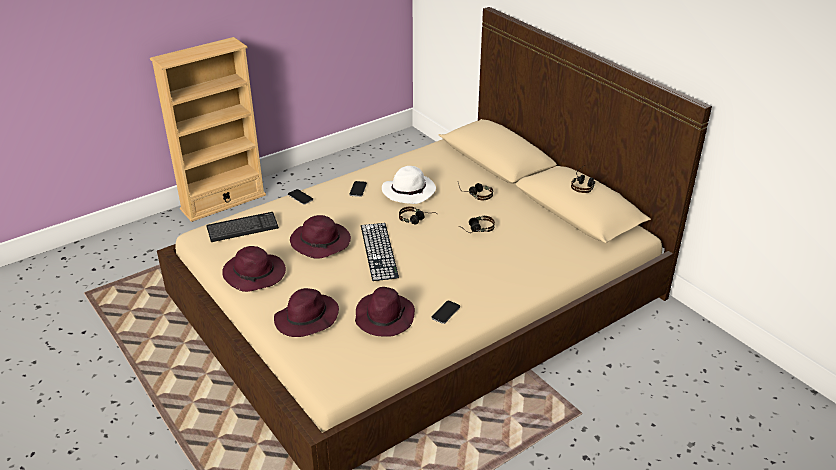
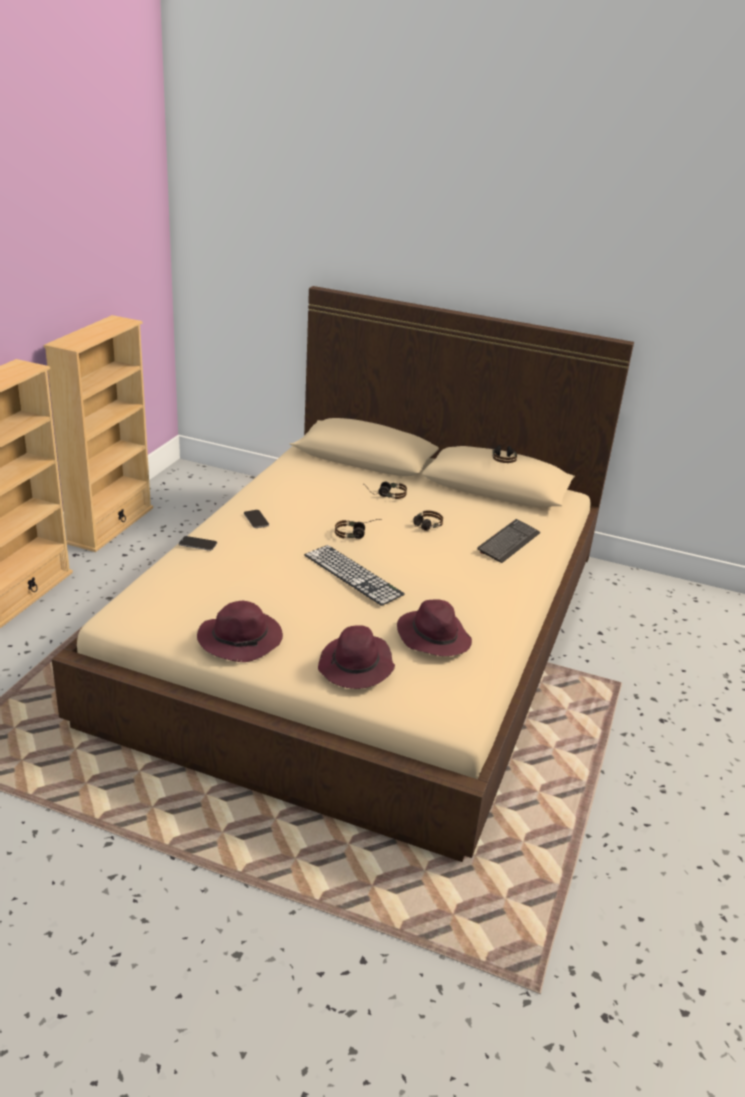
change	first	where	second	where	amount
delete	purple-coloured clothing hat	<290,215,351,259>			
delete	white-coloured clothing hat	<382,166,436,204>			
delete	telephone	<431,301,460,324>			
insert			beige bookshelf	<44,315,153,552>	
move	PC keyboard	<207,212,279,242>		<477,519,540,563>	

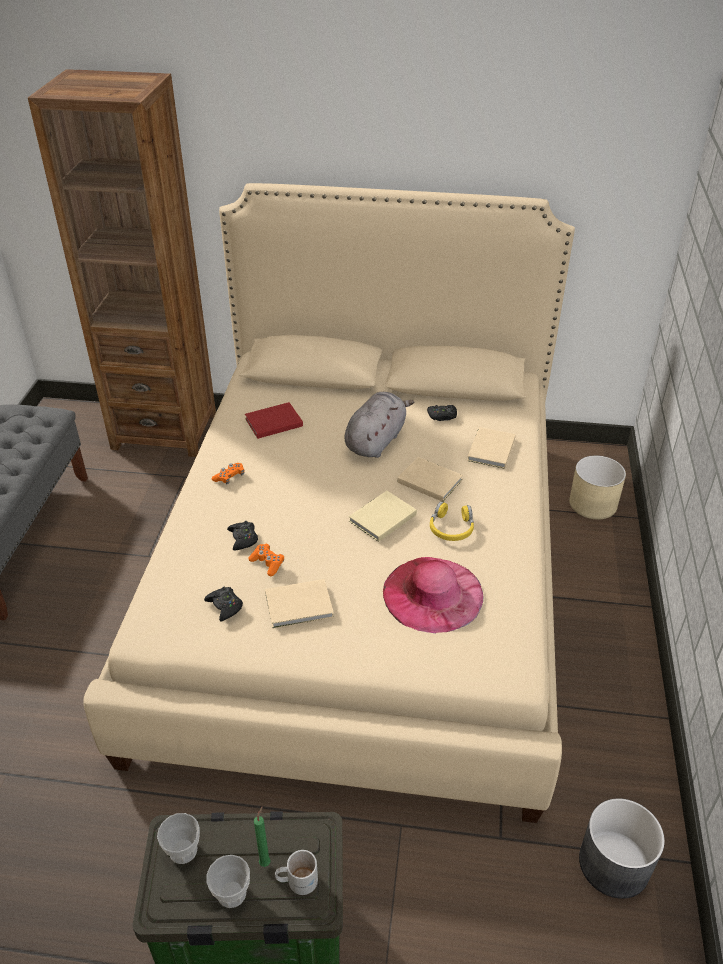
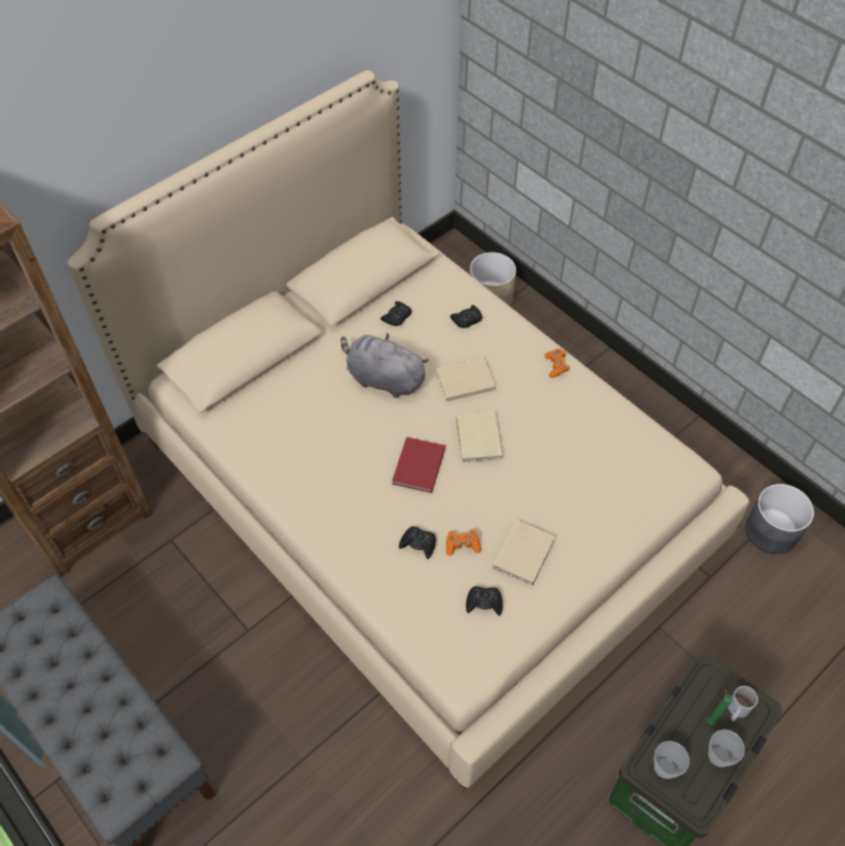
change	first	where	second	where	amount
delete	pink clothing hat	<383,557,483,633>			
delete	yellowish headphones	<430,501,474,541>			
move	orangey joypad	<212,463,244,484>		<545,349,569,378>	
move	reddish bound book	<245,402,303,439>		<392,437,445,493>	
replace	beige bound book	<467,427,516,469>	black-coloured joypad	<450,305,482,328>	
rotate	greyish cuddly toy	<344,392,414,458>		<341,332,429,398>	45 degrees counterclockwise

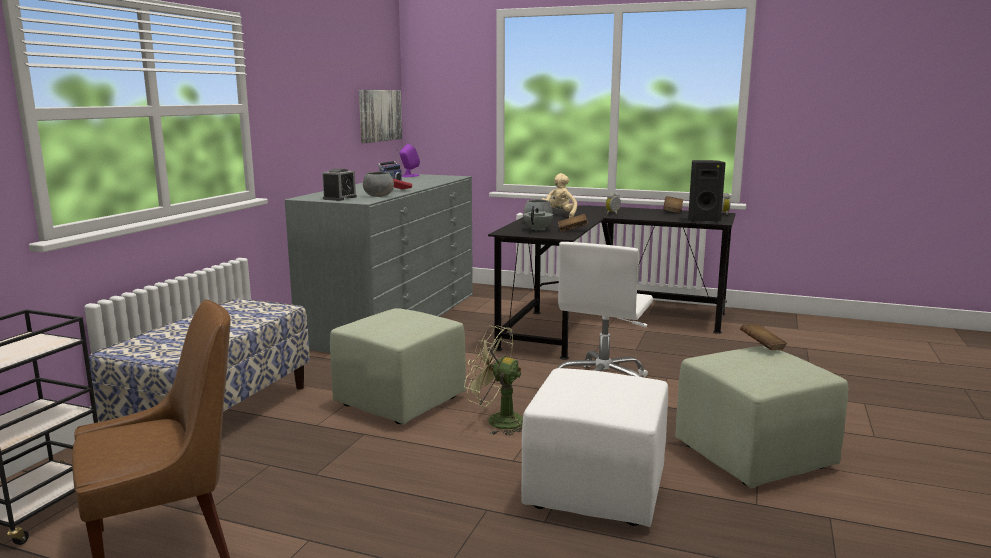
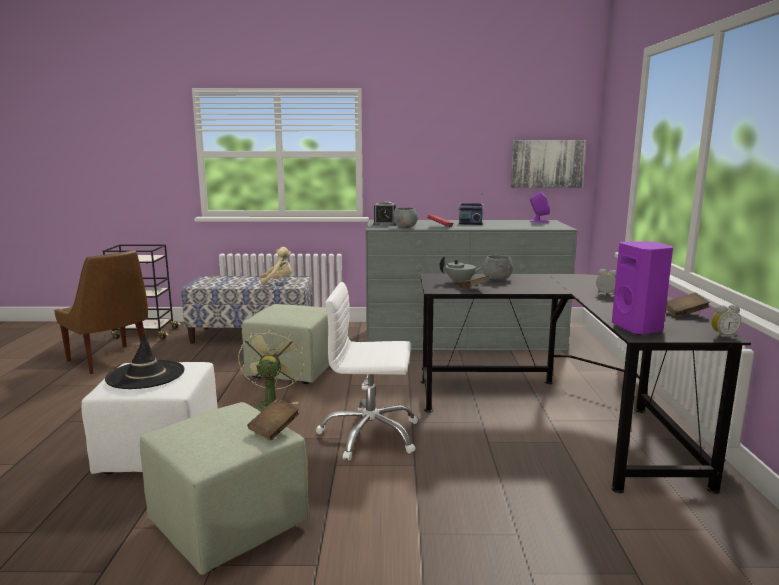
change	first	where	second	where	amount
insert			black-coloured clothing hat	<105,332,184,389>	
move	beige cuddly toy	<541,173,577,218>		<261,247,292,285>	
recolor	black-coloured audio speaker	<688,160,726,222>	purple-coloured audio speaker	<612,241,673,335>	

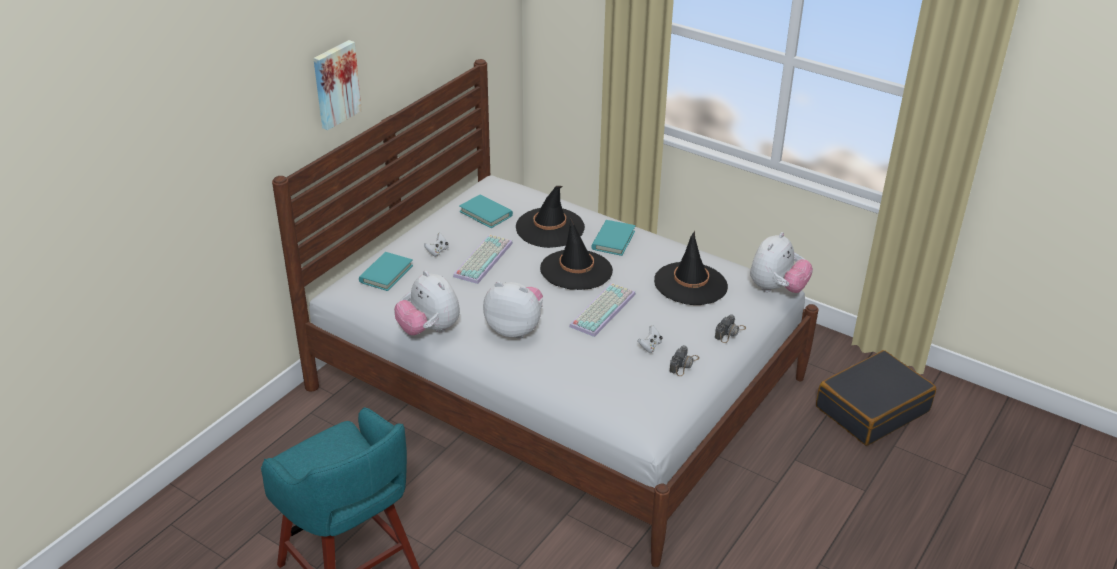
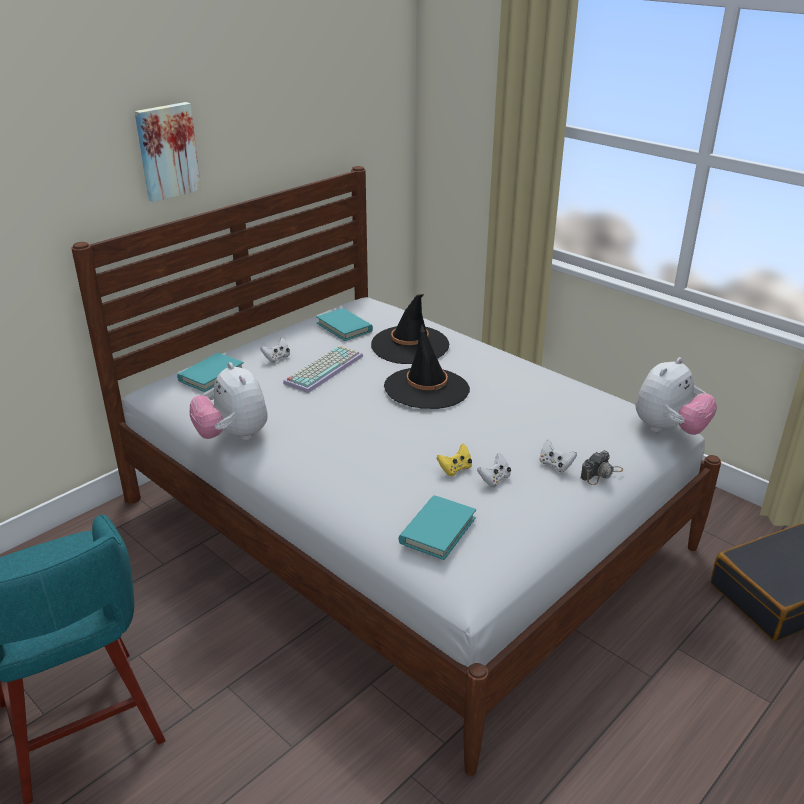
change	first	where	second	where	amount
delete	cuddly toy	<483,281,543,339>			
delete	PC keyboard	<569,283,636,337>			
delete	black-coloured clothing hat	<654,231,728,305>			
delete	photo camera	<670,345,699,376>			
insert			yellowish joypad	<437,444,472,476>	
insert			white-coloured joypad	<539,439,577,472>	
move	blue-green bound book	<591,220,636,256>		<399,495,476,560>	

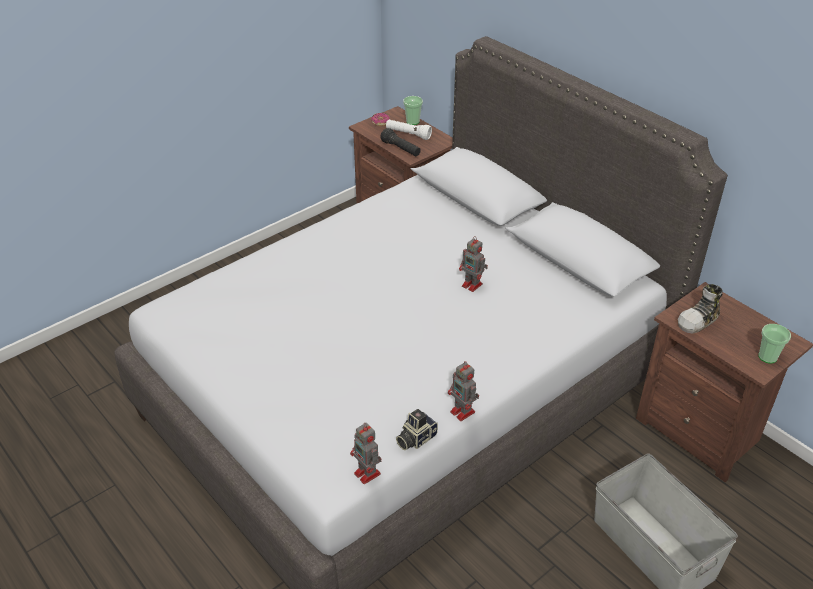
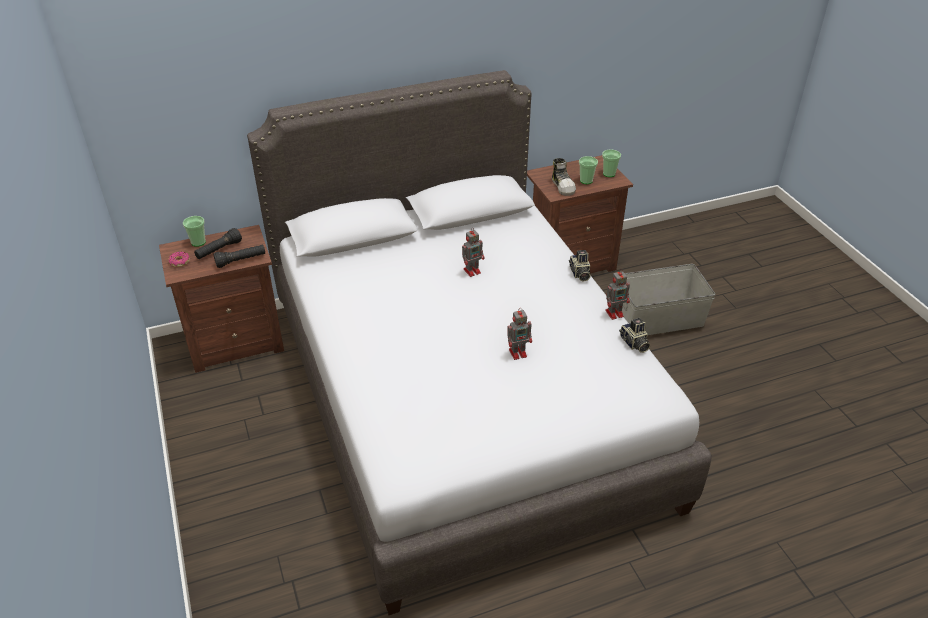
change	first	where	second	where	amount
insert			photo camera	<569,250,591,282>	
insert			drinking cup	<579,156,598,184>	
move	model robot	<350,423,381,484>		<507,308,532,360>	
recolor	white-coloured torch	<386,119,432,140>	black-coloured torch	<194,228,242,259>	

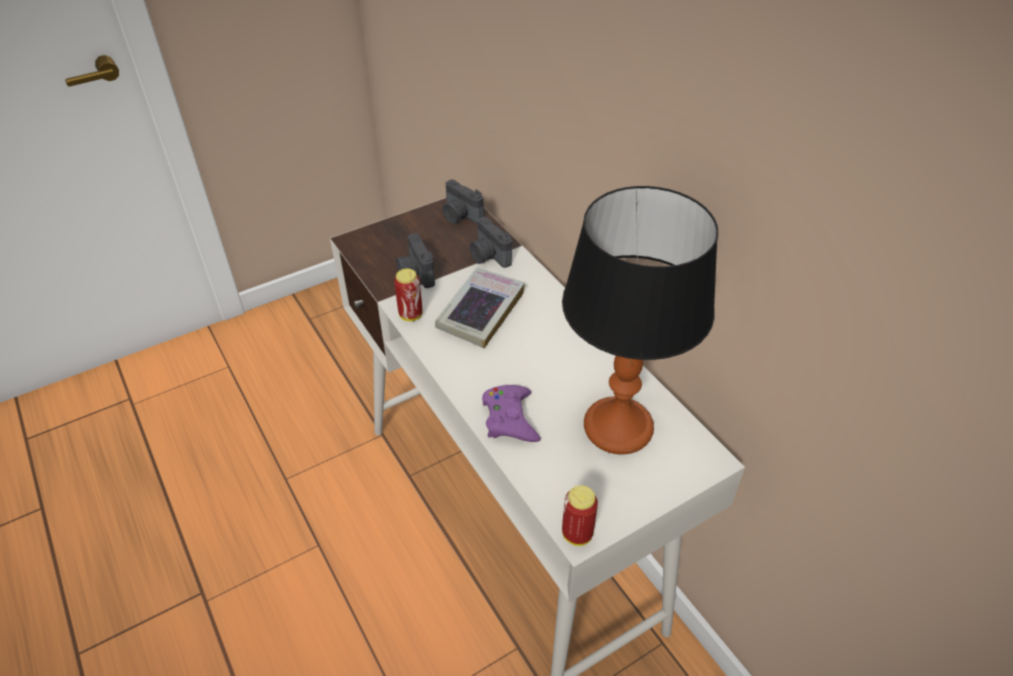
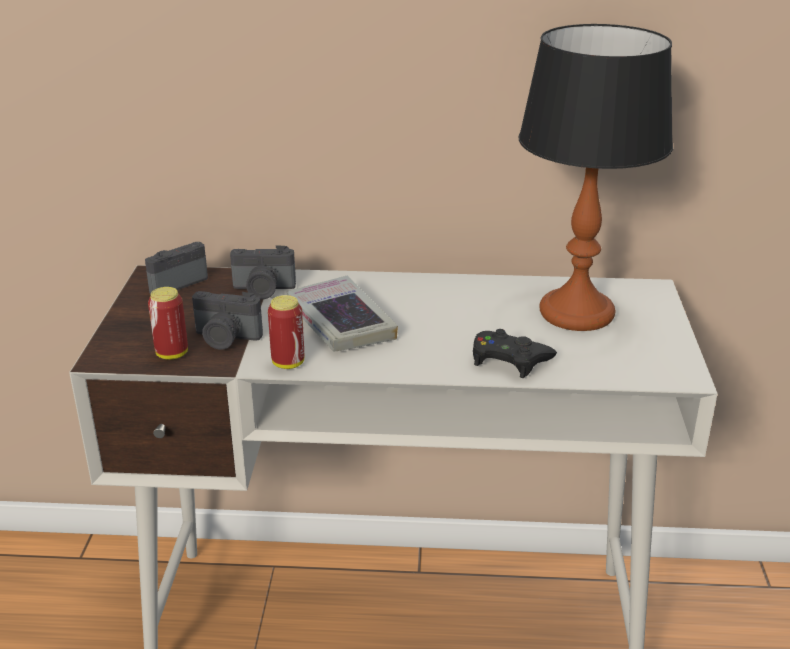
change	first	where	second	where	amount
move	sealed can	<562,485,598,546>		<148,287,188,360>	
recolor	purple-coloured joypad	<482,385,541,442>	black-coloured joypad	<473,329,557,378>	
rotate	photo camera	<442,179,484,224>		<145,242,208,295>	150 degrees clockwise

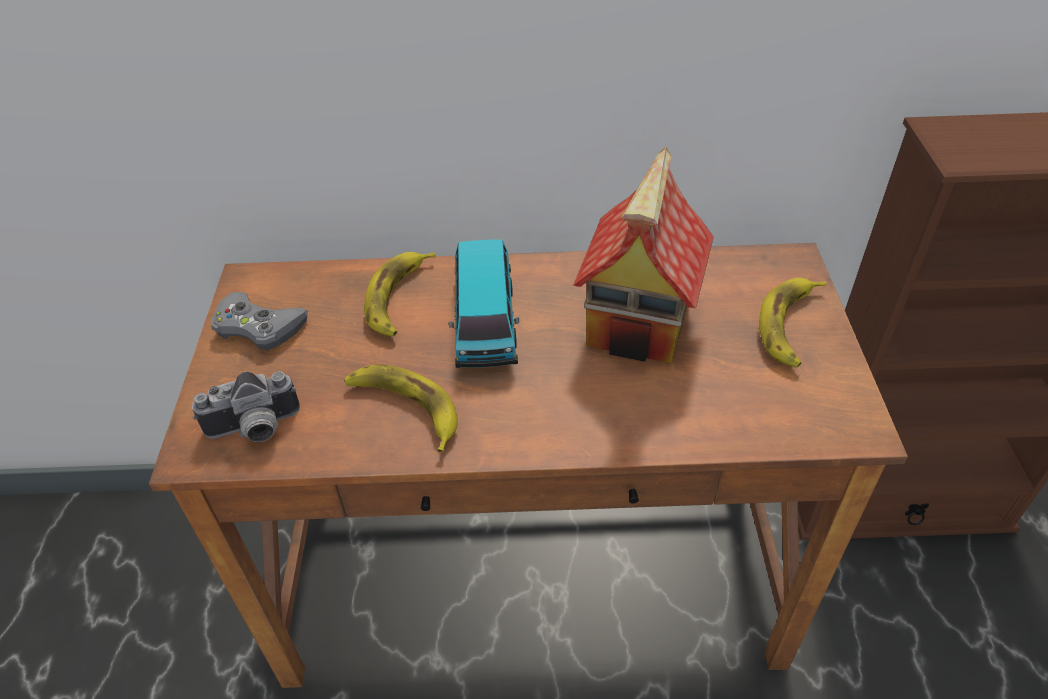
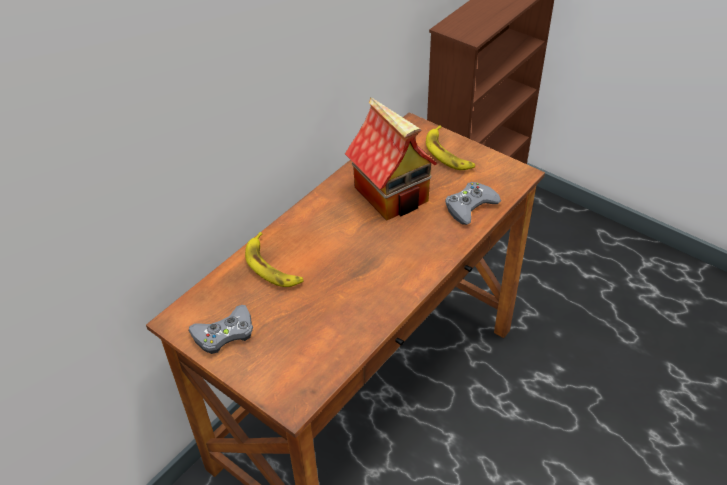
change	first	where	second	where	amount
delete	photo camera	<192,371,300,442>			
delete	banana fruit	<344,364,458,453>			
delete	model car	<449,240,519,368>			
insert			greyish joypad	<445,182,501,225>	

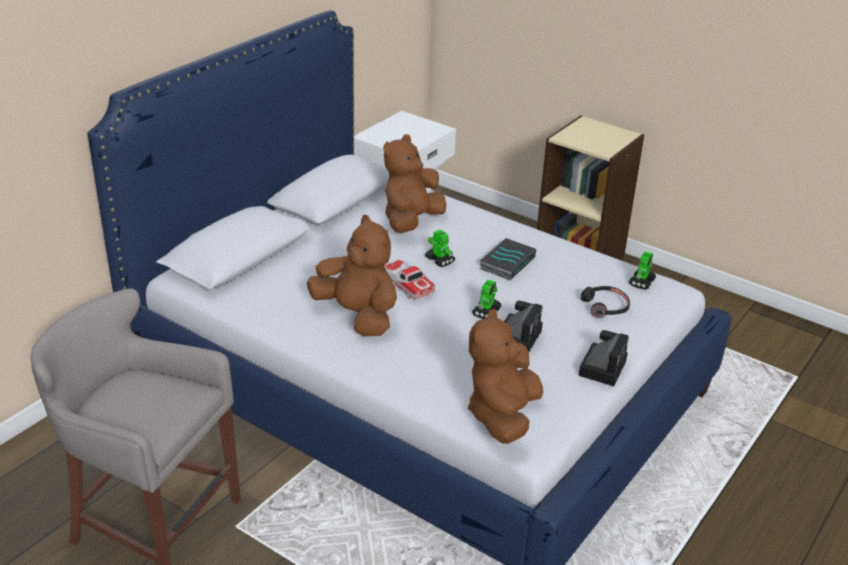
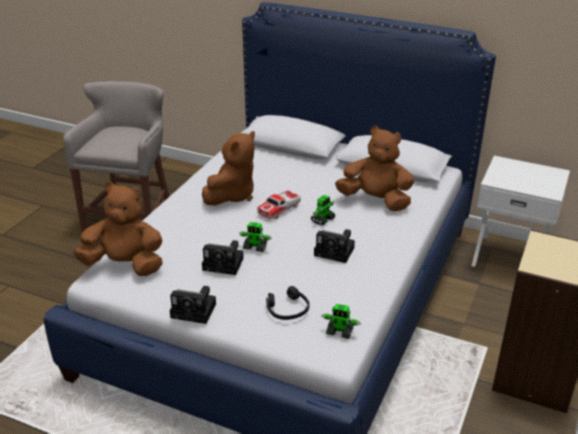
change	first	where	second	where	amount
replace	bound book	<480,238,536,280>	photo camera	<314,229,355,263>	

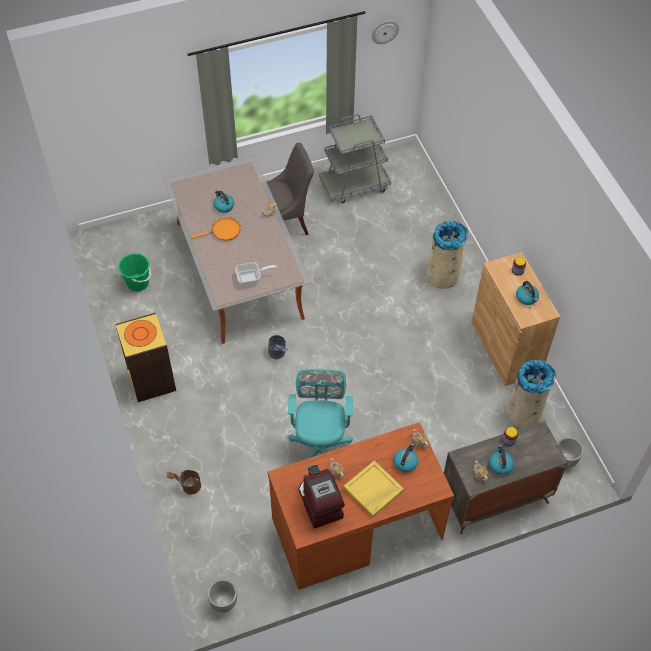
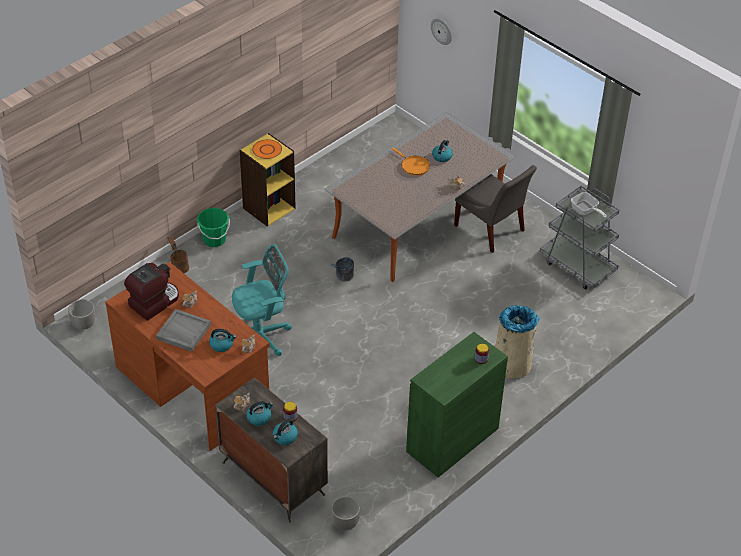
change	first	where	second	where	amount
delete	beige rubbish bin	<506,360,556,428>			
move	green-coloured water bucket	<118,253,151,291>		<197,208,230,247>	
move	pan	<235,262,277,286>		<571,192,607,218>	
move	wall clock	<372,20,399,44>		<431,18,452,45>	
move	water kettle	<516,281,539,305>		<273,419,298,445>	
recolor	yellowish carrying tray	<343,460,404,518>	greyish carrying tray	<156,309,211,352>	
recolor	brown-coloured cabinet	<471,252,560,386>	green-coloured cabinet	<406,332,508,478>	

